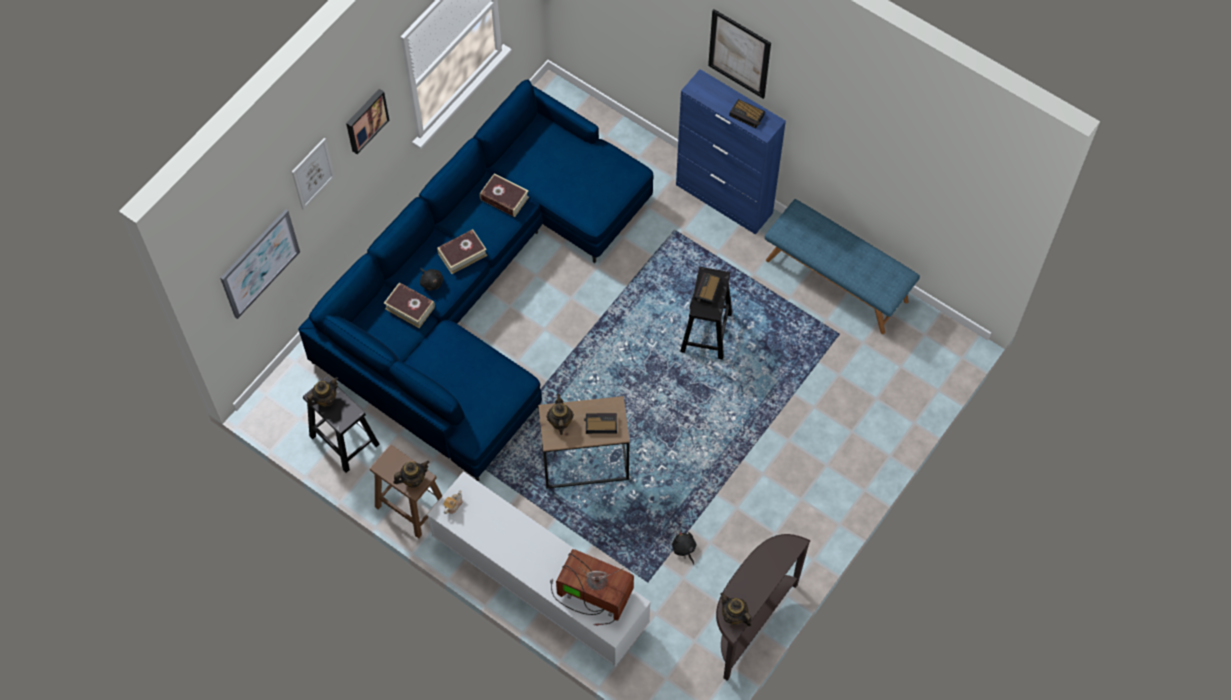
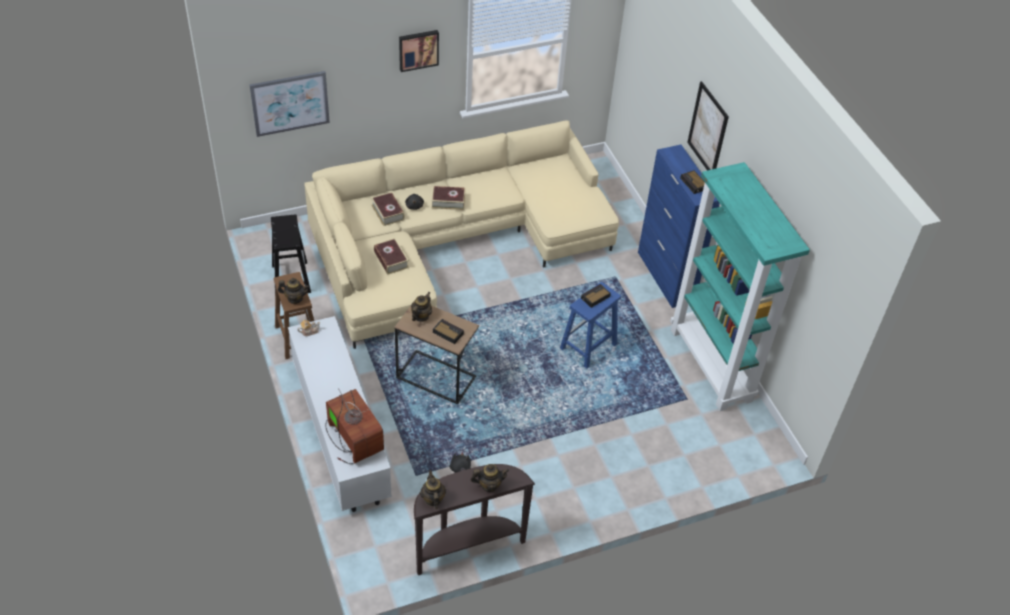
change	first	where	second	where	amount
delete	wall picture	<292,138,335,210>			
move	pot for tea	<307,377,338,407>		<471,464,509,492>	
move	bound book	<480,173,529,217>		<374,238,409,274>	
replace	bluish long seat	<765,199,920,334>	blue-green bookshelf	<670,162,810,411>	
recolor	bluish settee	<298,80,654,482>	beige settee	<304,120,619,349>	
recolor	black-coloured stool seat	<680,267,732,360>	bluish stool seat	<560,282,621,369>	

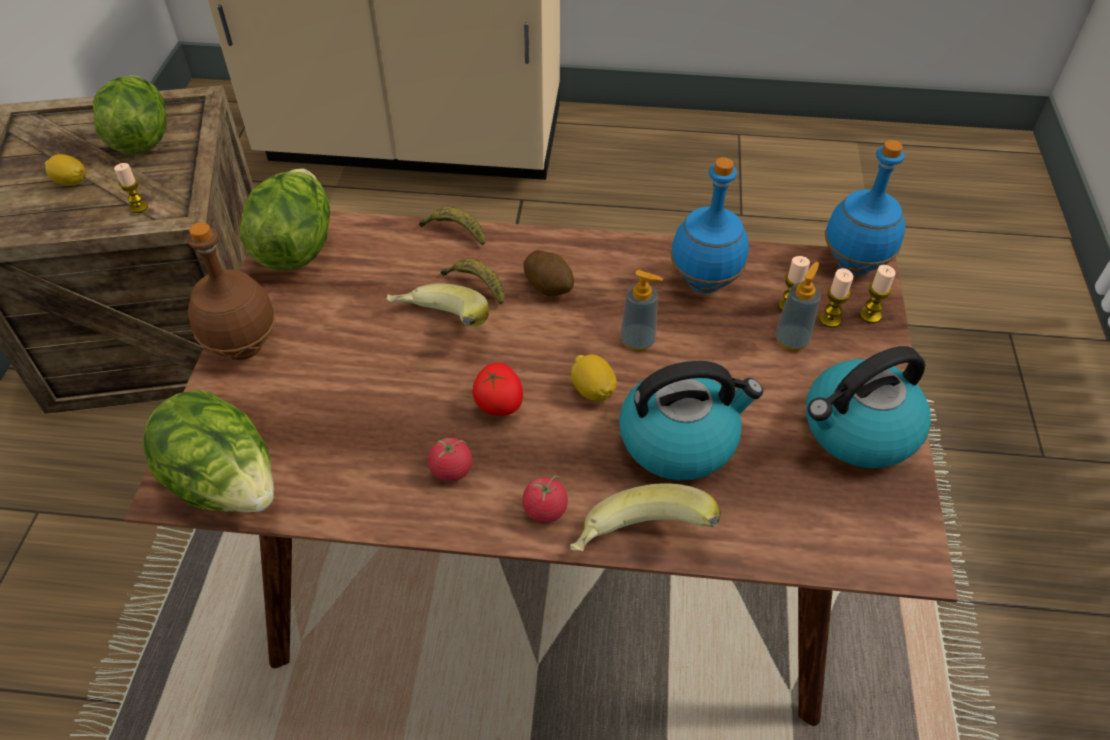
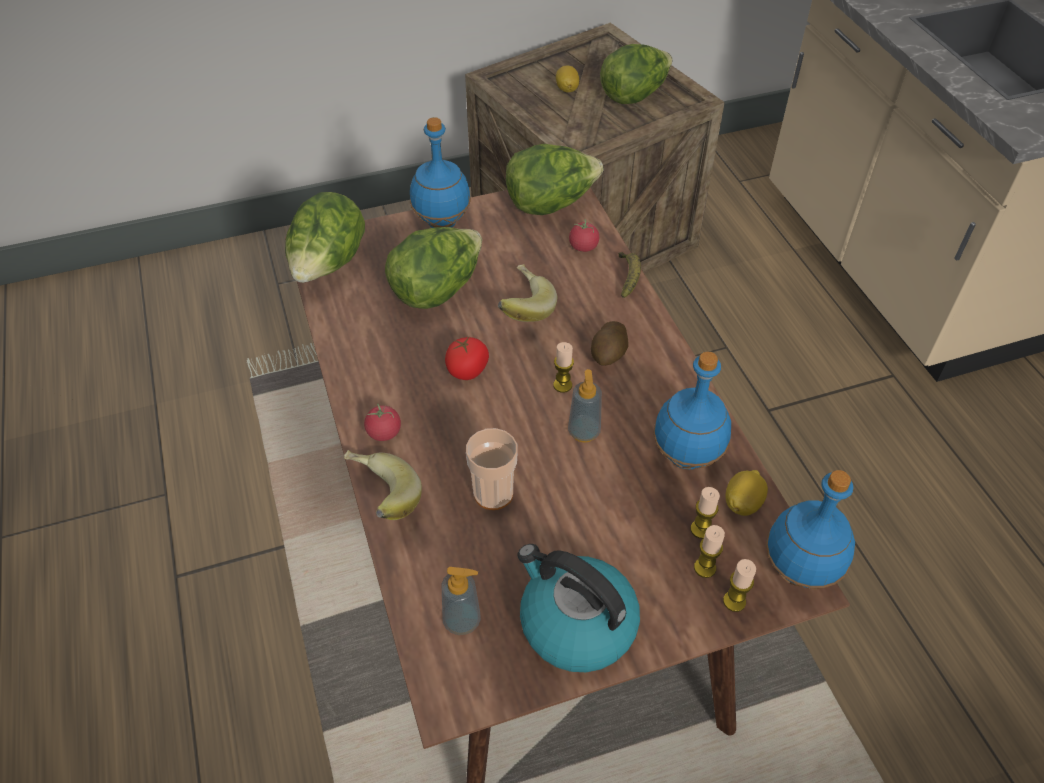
change	first	where	second	where	amount
delete	banana fruit	<441,258,504,304>			
insert			lettuce head	<385,227,482,309>	
move	wax candle	<114,163,148,213>		<553,342,574,393>	
move	fresh tomato	<428,438,472,482>		<569,219,599,252>	
move	lemon	<571,354,617,401>		<725,470,768,516>	
move	soap dispenser	<775,262,821,351>		<441,567,481,635>	
replace	water kettle	<619,361,763,481>	drinking cup	<466,428,518,510>	
recolor	brown-coloured bottle	<187,222,276,360>	bluish bottle	<410,117,471,228>	

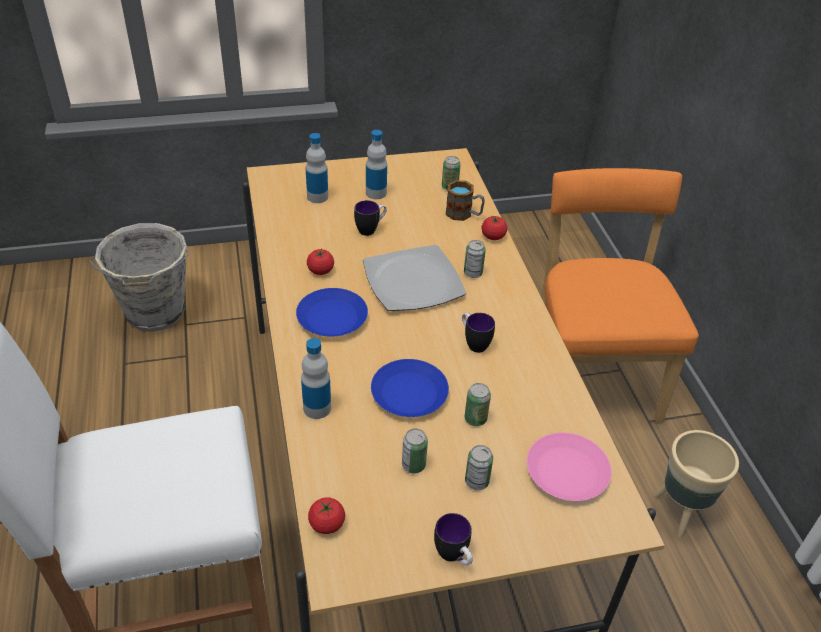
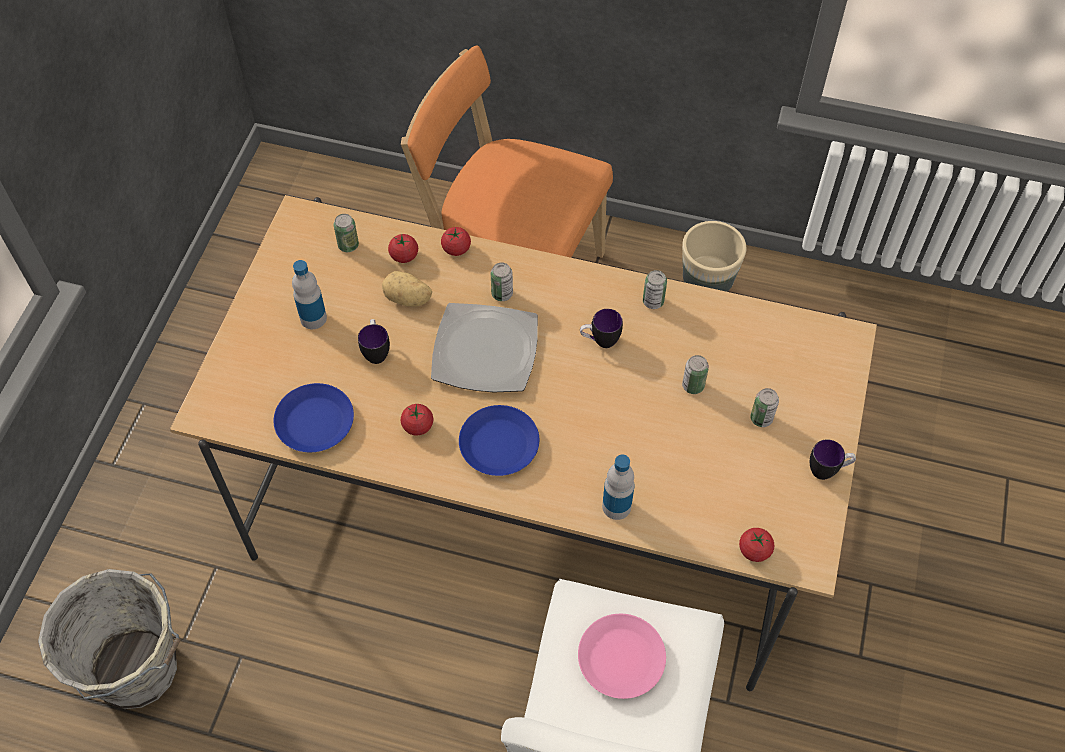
change	first	where	second	where	amount
delete	bottle	<306,133,328,203>			
insert			spud	<382,271,432,307>	
move	bluish dinner plate	<371,359,449,417>		<274,383,354,452>	
move	sealed can	<402,428,428,473>		<643,270,667,309>	
move	pink dinner plate	<527,433,611,501>		<578,614,666,699>	
replace	coffee mug	<446,180,485,221>	fresh tomato	<388,234,418,263>	

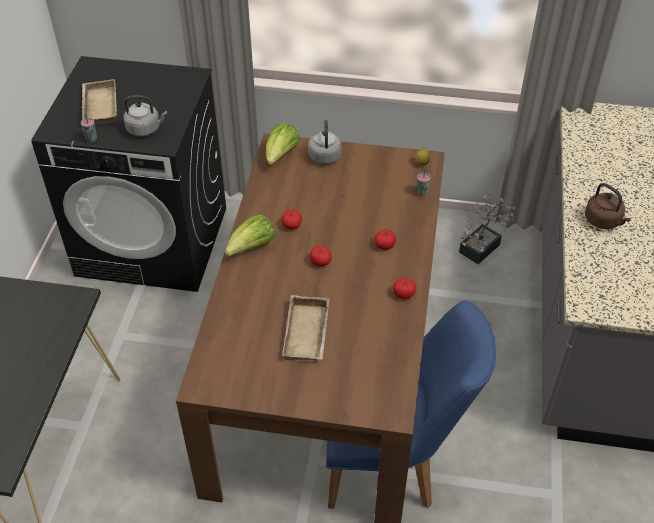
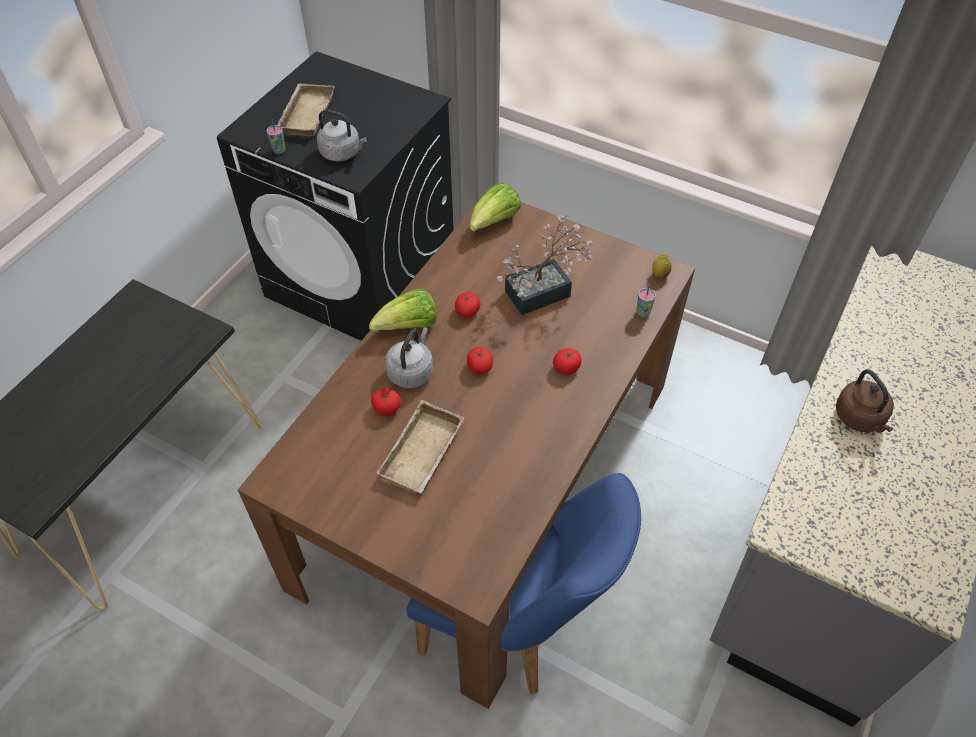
change	first	where	second	where	amount
move	greyish water kettle	<308,120,342,164>		<385,327,433,388>	
move	fresh tomato	<392,278,416,299>		<371,388,402,416>	
move	houseplant	<459,194,515,264>		<497,214,593,315>	

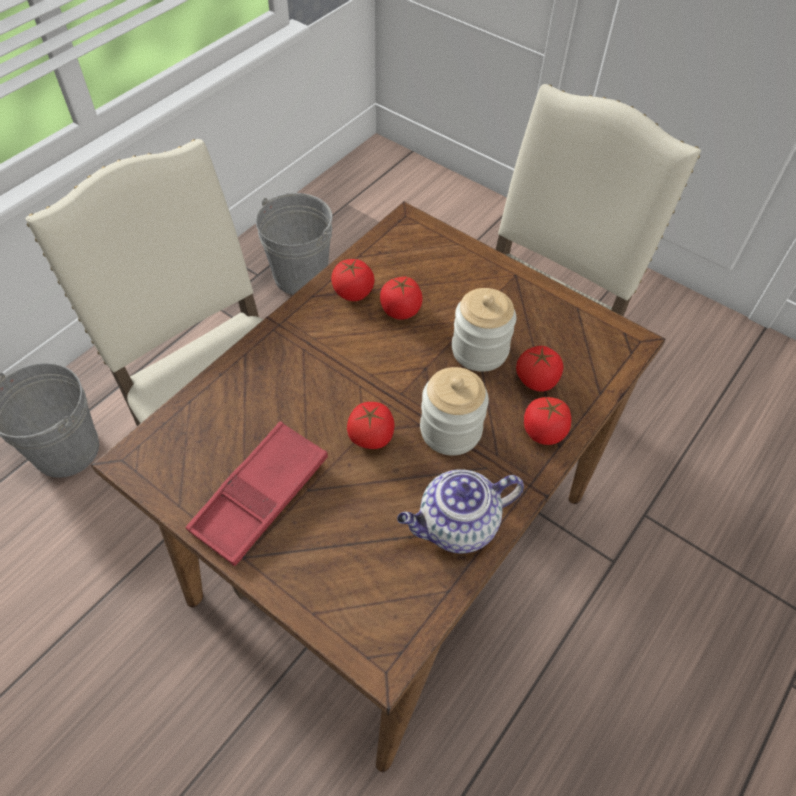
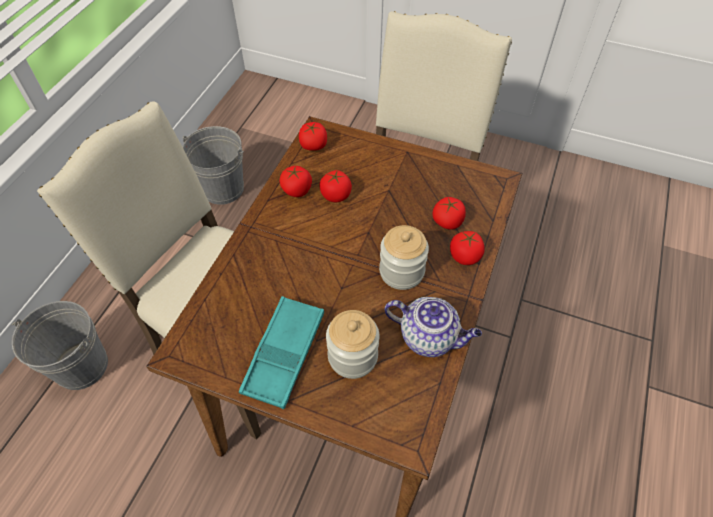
change	first	where	second	where	amount
move	fresh tomato	<347,402,395,449>		<299,122,327,151>	
move	storage jar	<452,288,516,372>		<326,310,379,379>	
recolor	reddish carrying tray	<186,421,328,566>	blue-green carrying tray	<239,296,324,409>	
rotate	pot for tea	<397,469,524,554>		<385,297,482,357>	120 degrees counterclockwise

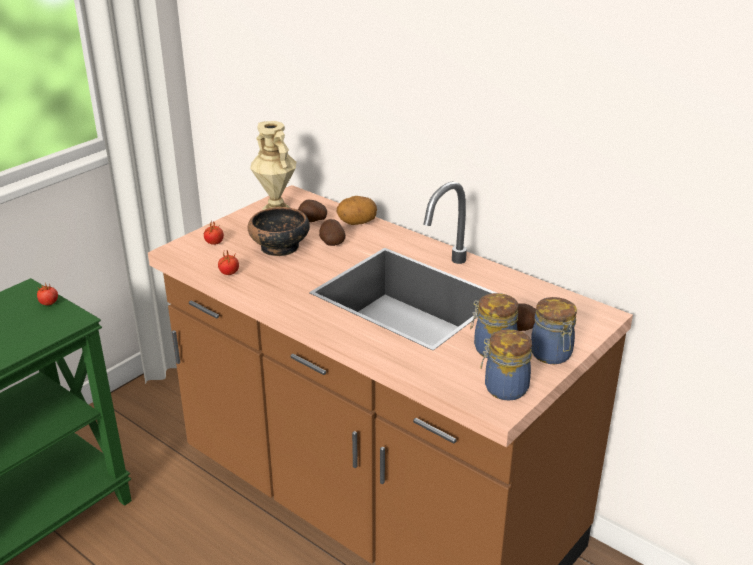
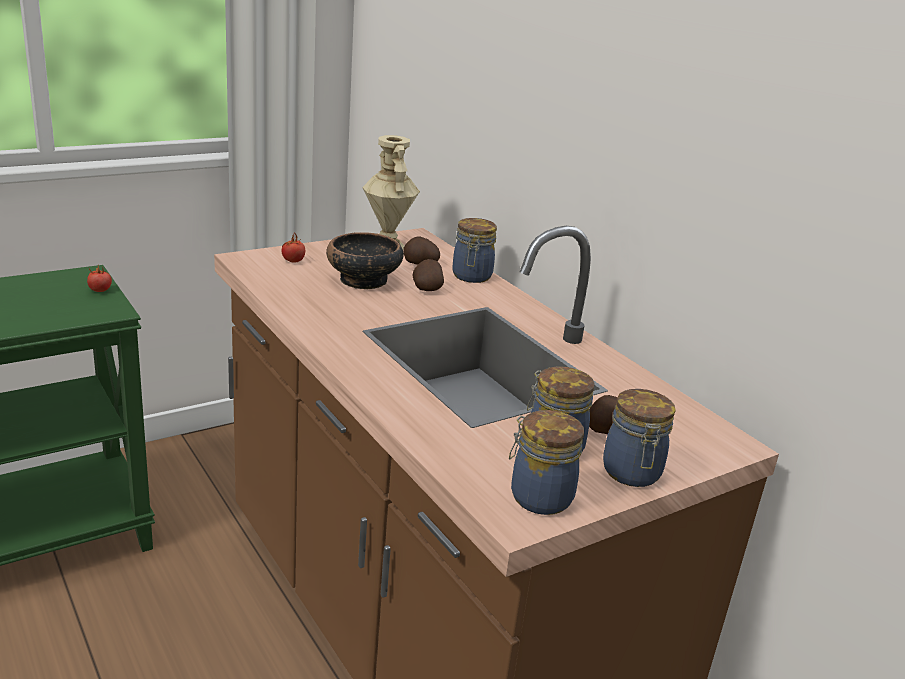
change	first	where	second	where	amount
delete	fresh tomato	<218,251,239,275>			
replace	spud	<337,196,377,225>	storage jar	<452,218,497,283>	

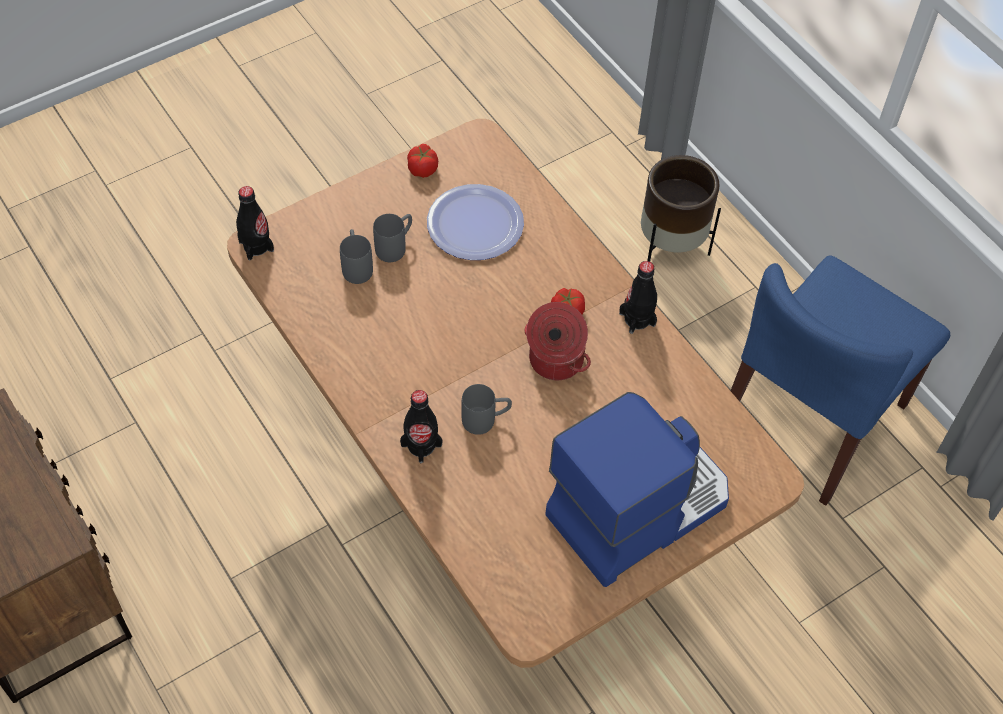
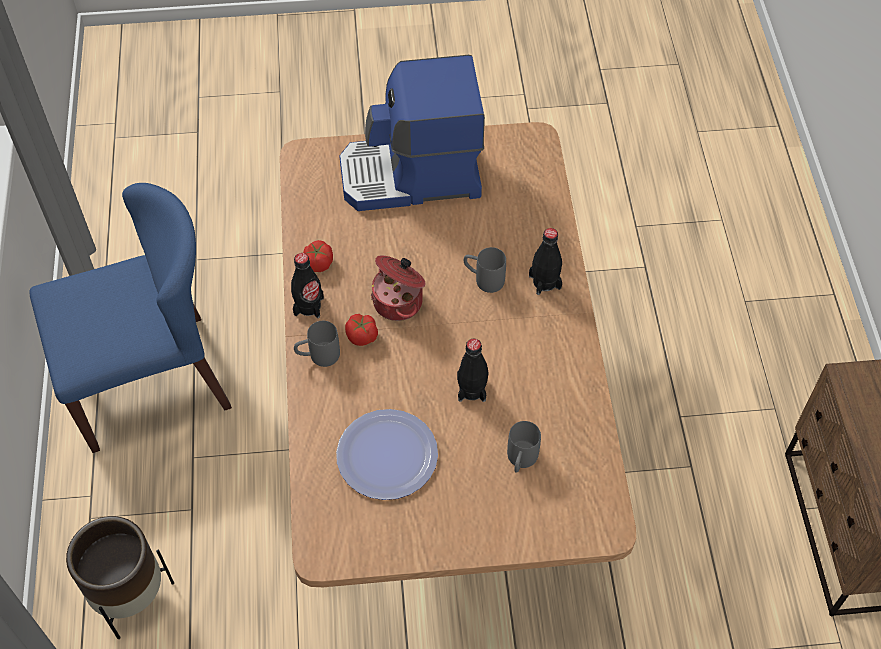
change	first	where	second	where	amount
move	black-coloured bottle	<236,186,274,260>		<457,339,489,402>	
move	greyish coffee mug	<373,214,412,262>		<294,321,340,367>	
move	fresh tomato	<407,144,438,178>		<303,240,333,272>	

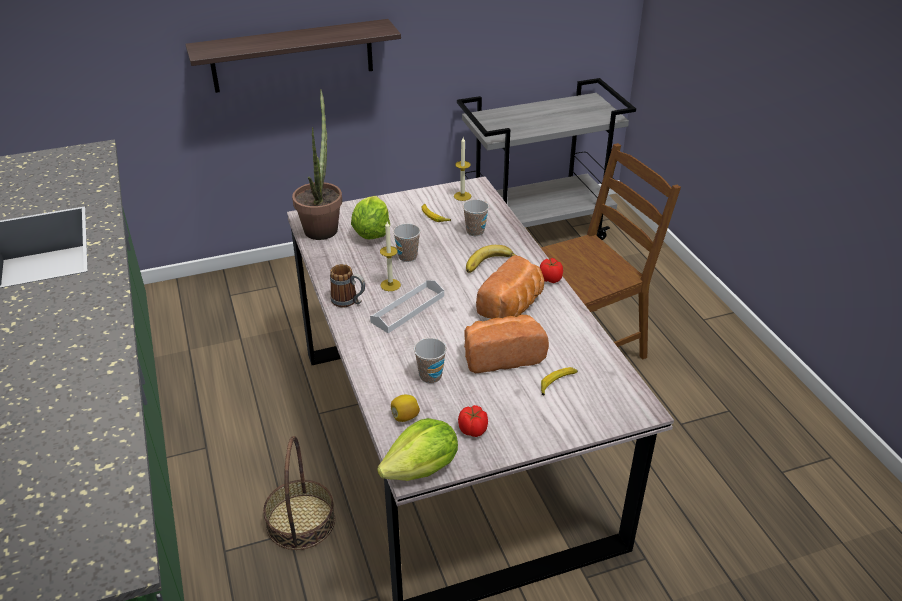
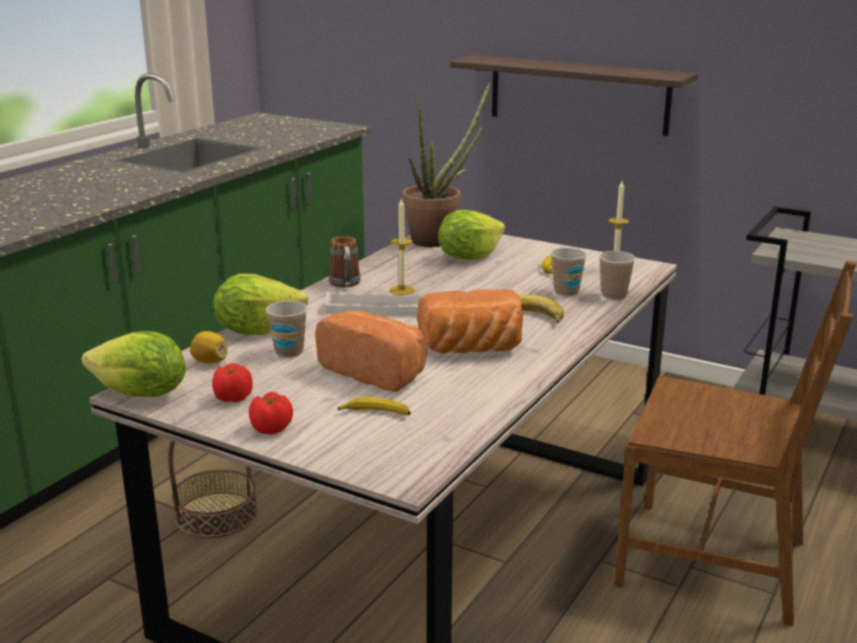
change	first	where	second	where	amount
insert			lettuce head	<213,274,308,335>	
move	drinking cup	<393,224,421,262>		<599,251,636,300>	
move	fresh tomato	<540,258,563,283>		<249,392,293,434>	

